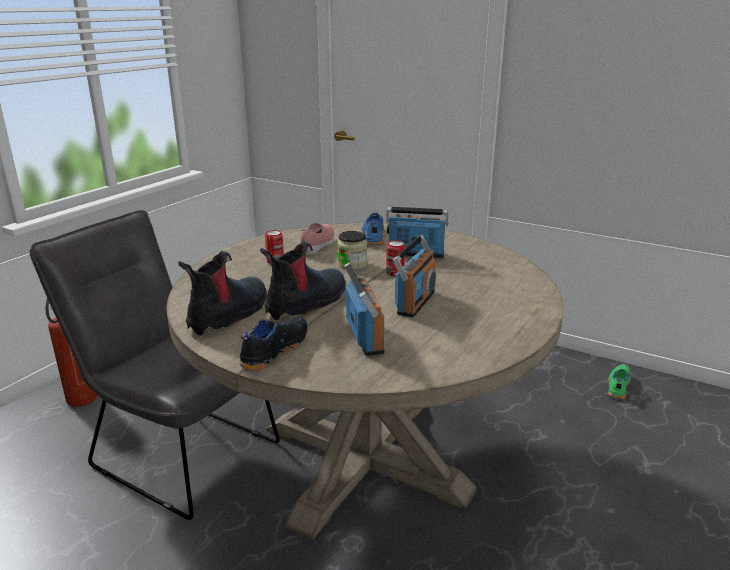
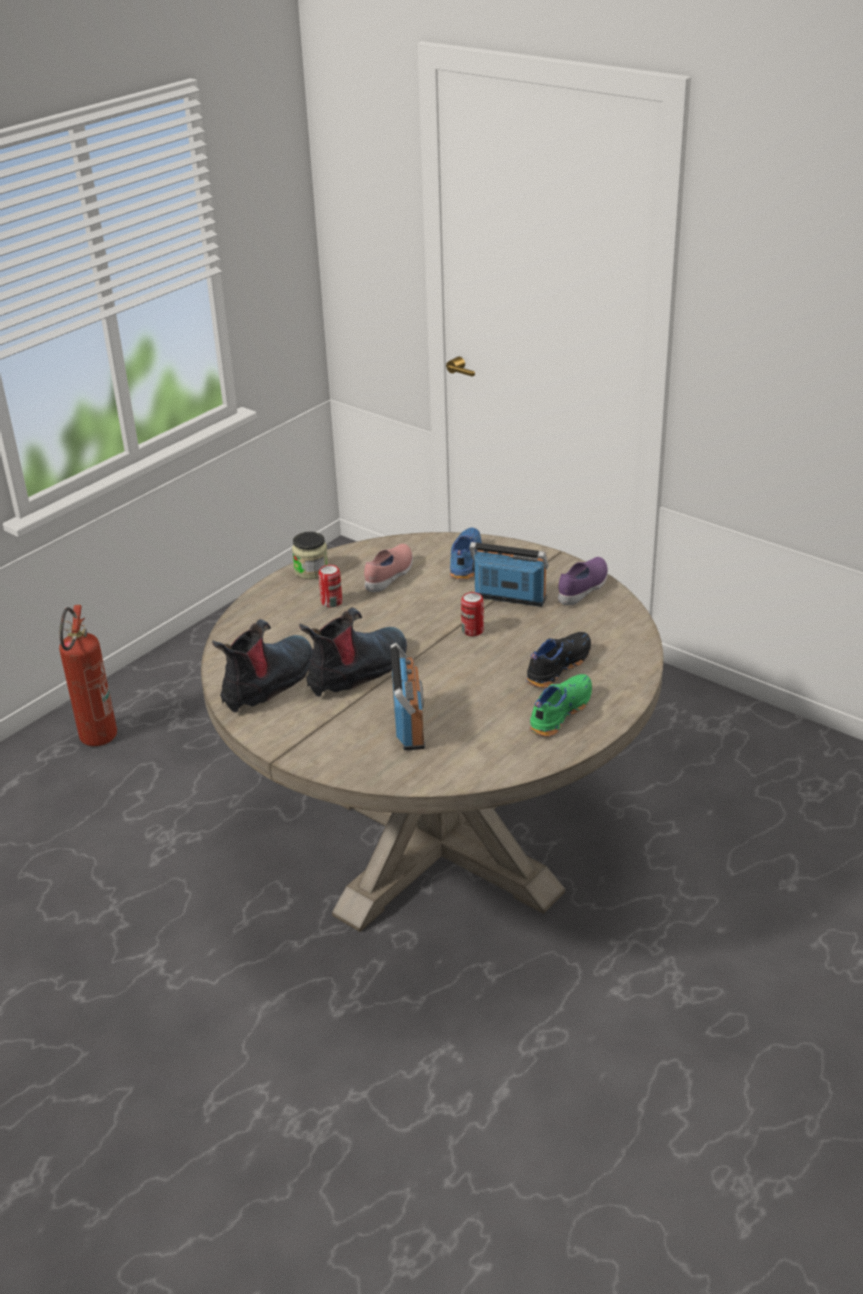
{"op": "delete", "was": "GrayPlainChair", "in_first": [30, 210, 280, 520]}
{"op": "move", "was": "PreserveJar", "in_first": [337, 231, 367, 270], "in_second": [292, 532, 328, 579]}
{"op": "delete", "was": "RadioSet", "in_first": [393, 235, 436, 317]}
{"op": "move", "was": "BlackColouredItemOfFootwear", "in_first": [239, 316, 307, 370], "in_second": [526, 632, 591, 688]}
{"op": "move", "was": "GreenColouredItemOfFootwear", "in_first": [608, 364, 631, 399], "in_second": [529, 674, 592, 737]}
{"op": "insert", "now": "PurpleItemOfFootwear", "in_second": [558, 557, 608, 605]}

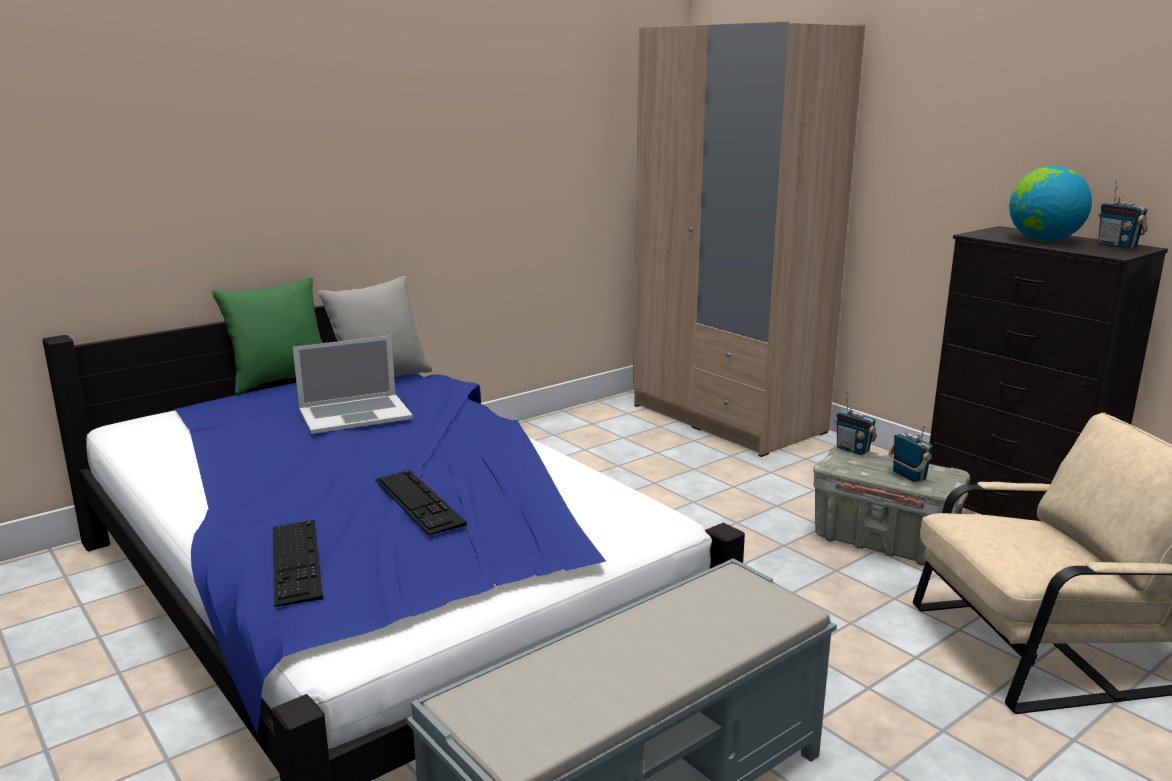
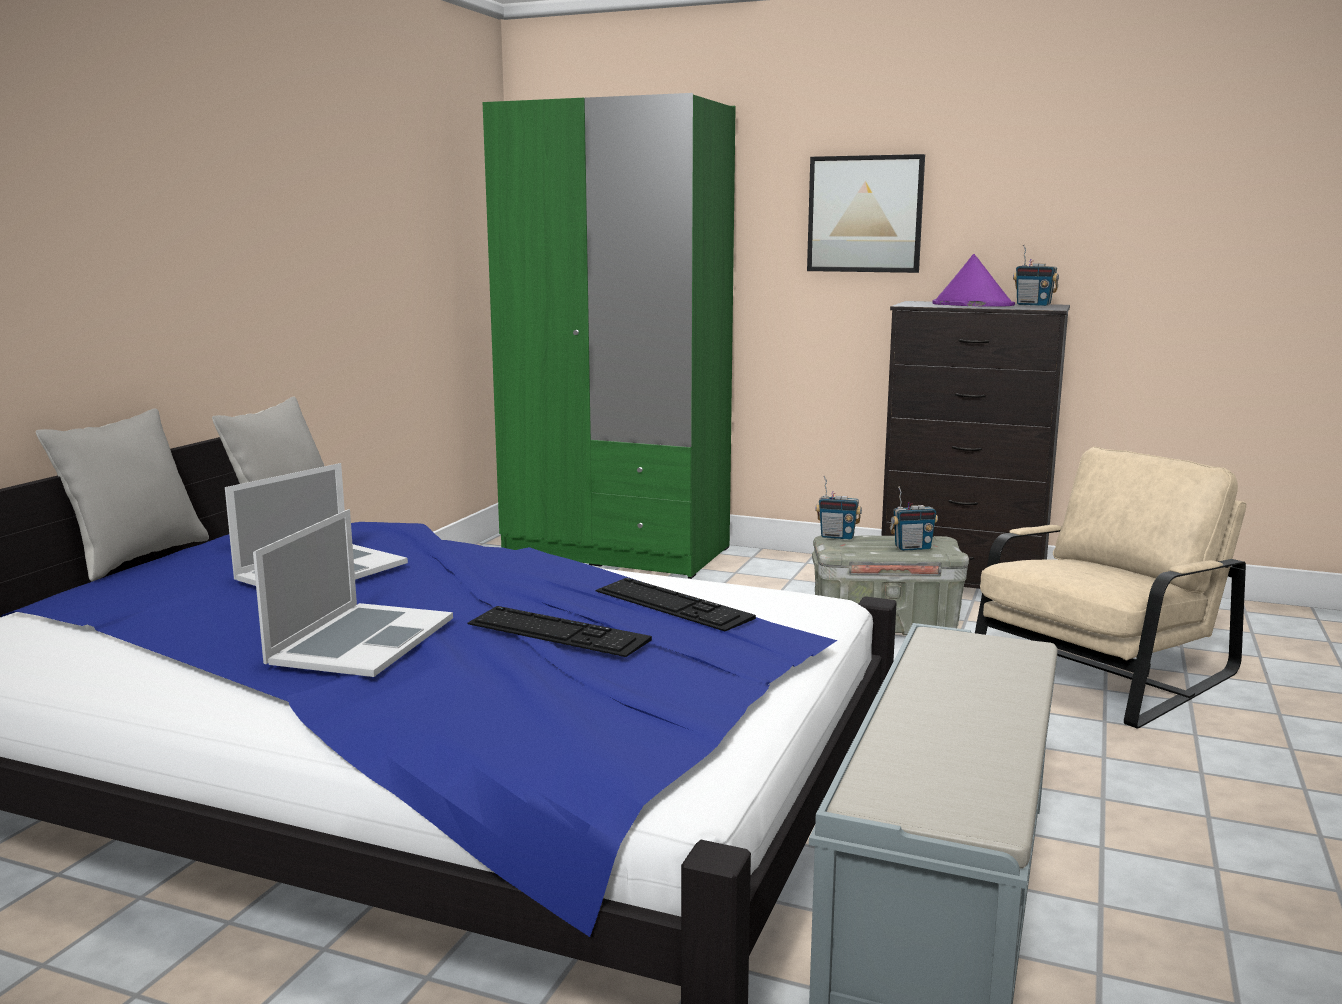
{"op": "recolor", "was": "BeigeColouredWardrobe", "now": "GreenColouredWardrobe", "in_first": [633, 22, 866, 457], "in_second": [483, 93, 736, 579]}
{"op": "replace", "was": "DeskGlobe", "now": "PurpleWearableHat", "in_first": [1009, 166, 1092, 242], "in_second": [932, 254, 1015, 307]}
{"op": "recolor", "was": "GreenColouredThrowPillow", "now": "GrayThrowPillow", "in_first": [212, 277, 323, 395], "in_second": [36, 409, 209, 581]}
{"op": "rotate", "was": "RadioSet", "in_first": [888, 425, 933, 482], "in_second": [890, 486, 938, 551], "clockwise": 135}
{"op": "move", "was": "PcKeyboard", "in_first": [273, 520, 323, 607], "in_second": [596, 578, 756, 631]}
{"op": "insert", "now": "Picture", "in_second": [807, 154, 925, 273]}
{"op": "insert", "now": "Laptop", "in_second": [253, 509, 453, 677]}

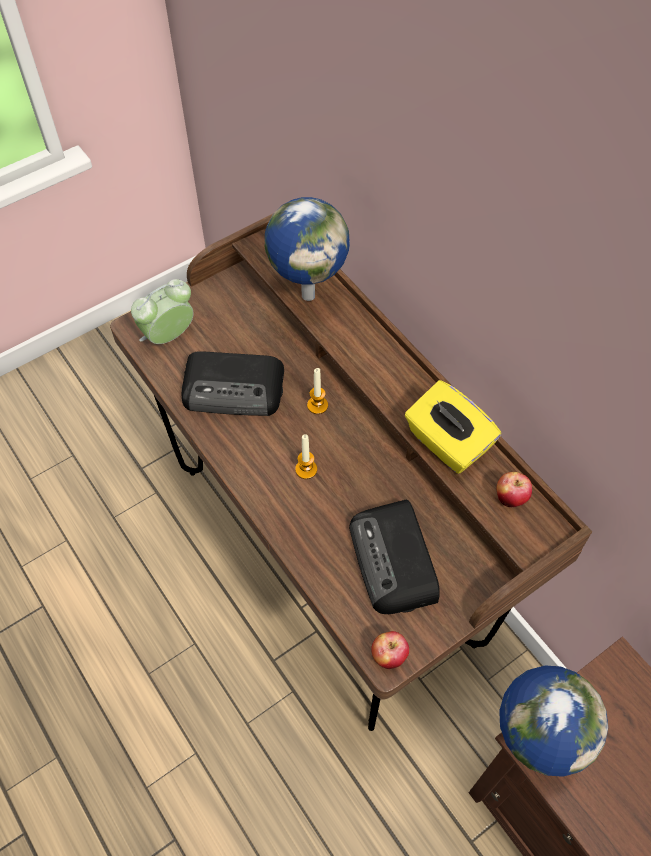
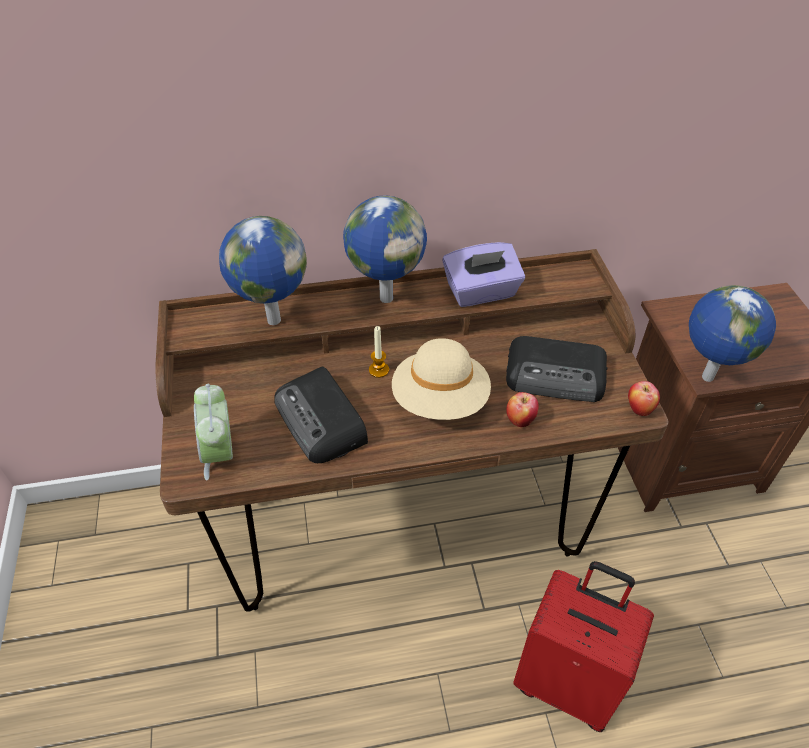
{"op": "rotate", "was": "RadioSet", "in_first": [182, 351, 284, 416], "in_second": [274, 366, 368, 463], "clockwise": 120}
{"op": "recolor", "was": "YellowColouredBoxOfTissues", "now": "PurpleBoxOfTissues", "in_first": [404, 380, 501, 474], "in_second": [442, 242, 525, 307]}
{"op": "replace", "was": "Candle", "now": "BeigeColouredWearableHat", "in_first": [295, 434, 317, 479], "in_second": [392, 338, 491, 420]}
{"op": "move", "was": "WholeApple", "in_first": [497, 472, 532, 507], "in_second": [506, 392, 539, 427]}
{"op": "insert", "now": "DeskGlobe", "in_second": [343, 195, 427, 303]}
{"op": "insert", "now": "RedSuitcase", "in_second": [513, 561, 654, 732]}

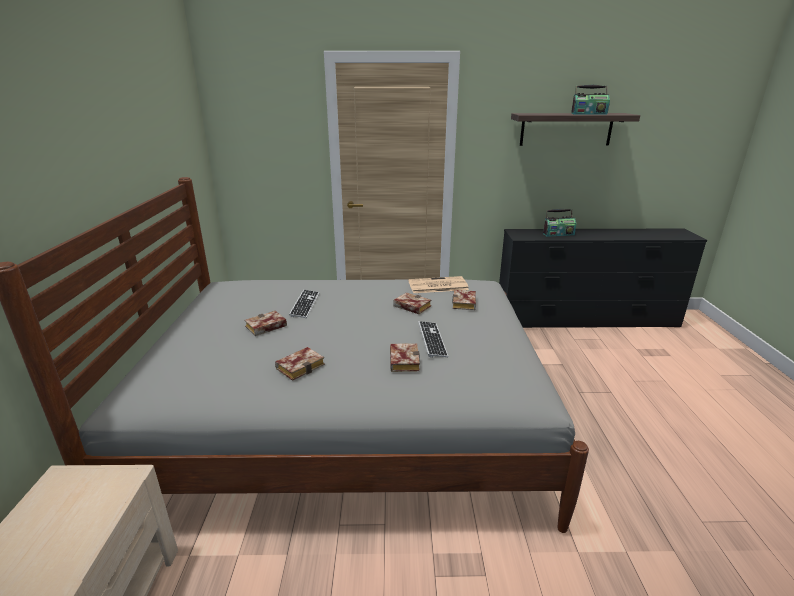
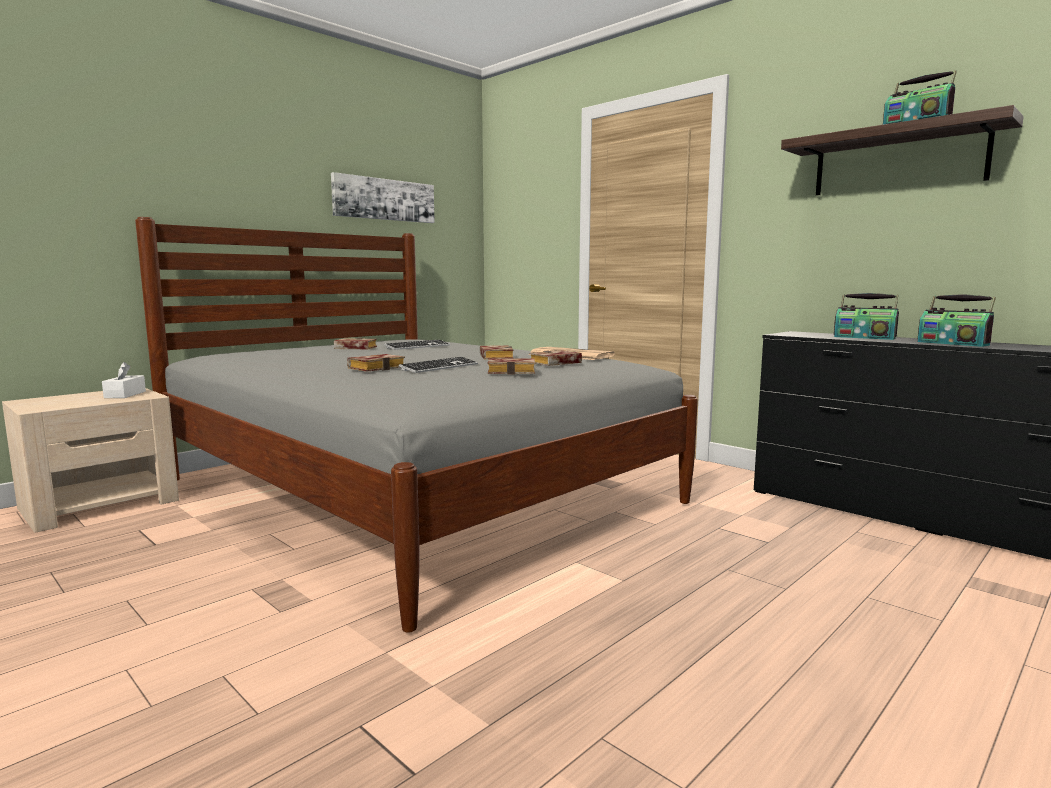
{"op": "move", "was": "Volume", "in_first": [275, 347, 325, 381], "in_second": [488, 358, 535, 375]}
{"op": "insert", "now": "Picture", "in_second": [331, 172, 435, 223]}
{"op": "insert", "now": "RadioSet", "in_second": [918, 294, 996, 347]}
{"op": "insert", "now": "WhiteBoxOfTissues", "in_second": [102, 362, 146, 398]}

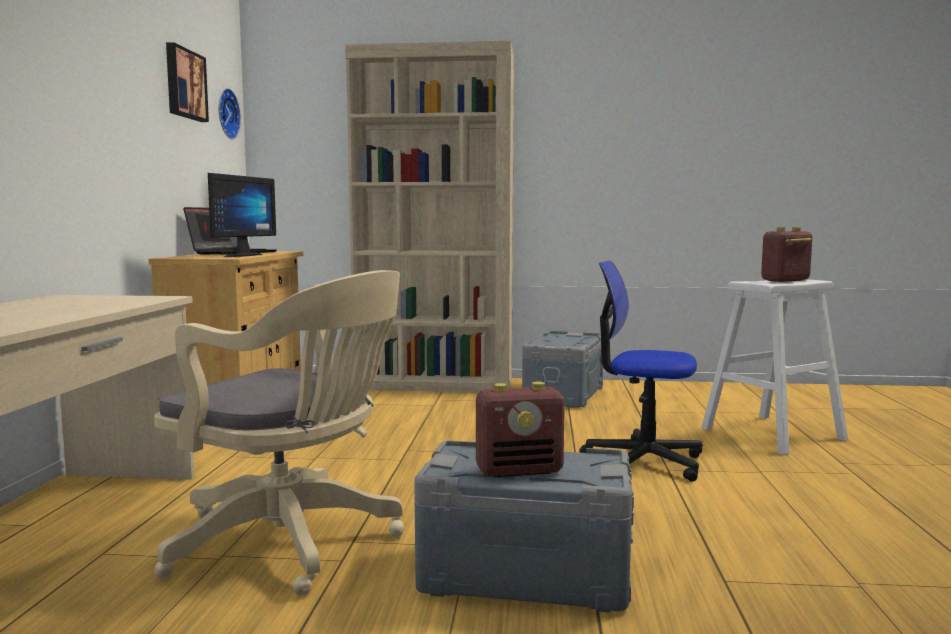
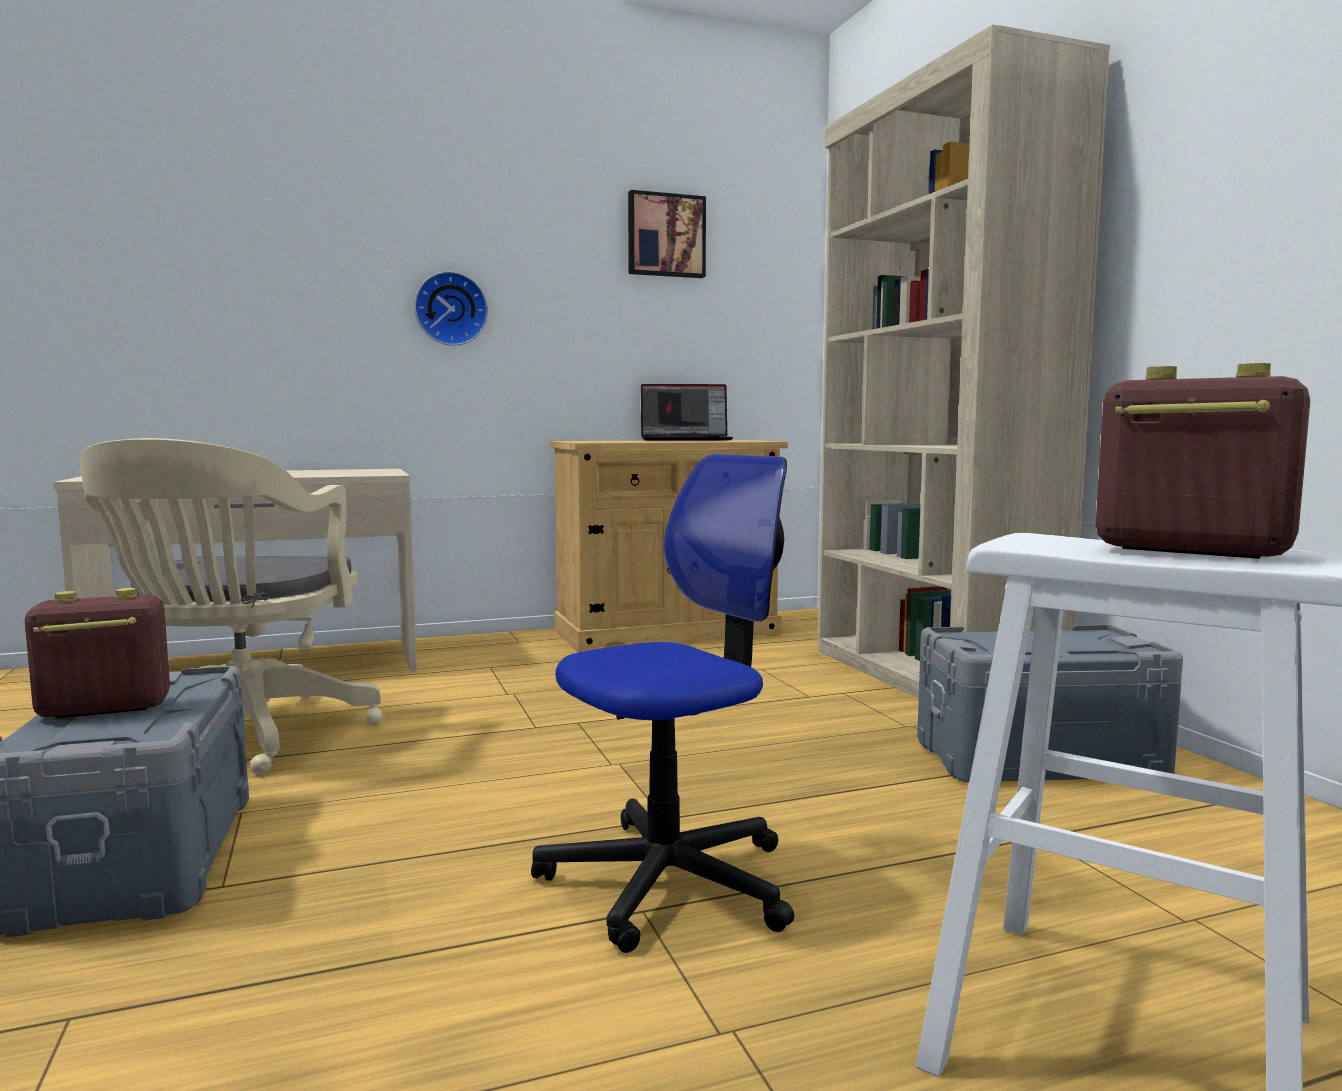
{"op": "move", "was": "ClockOnTheWall", "in_first": [219, 88, 241, 139], "in_second": [414, 271, 488, 346]}
{"op": "delete", "was": "ComputerScreen", "in_first": [208, 173, 276, 257]}
{"op": "rotate", "was": "ComputerChair", "in_first": [579, 260, 703, 482], "in_second": [531, 454, 794, 953], "clockwise": 60}
{"op": "rotate", "was": "RadioSet", "in_first": [476, 382, 565, 477], "in_second": [25, 588, 170, 719], "clockwise": 105}

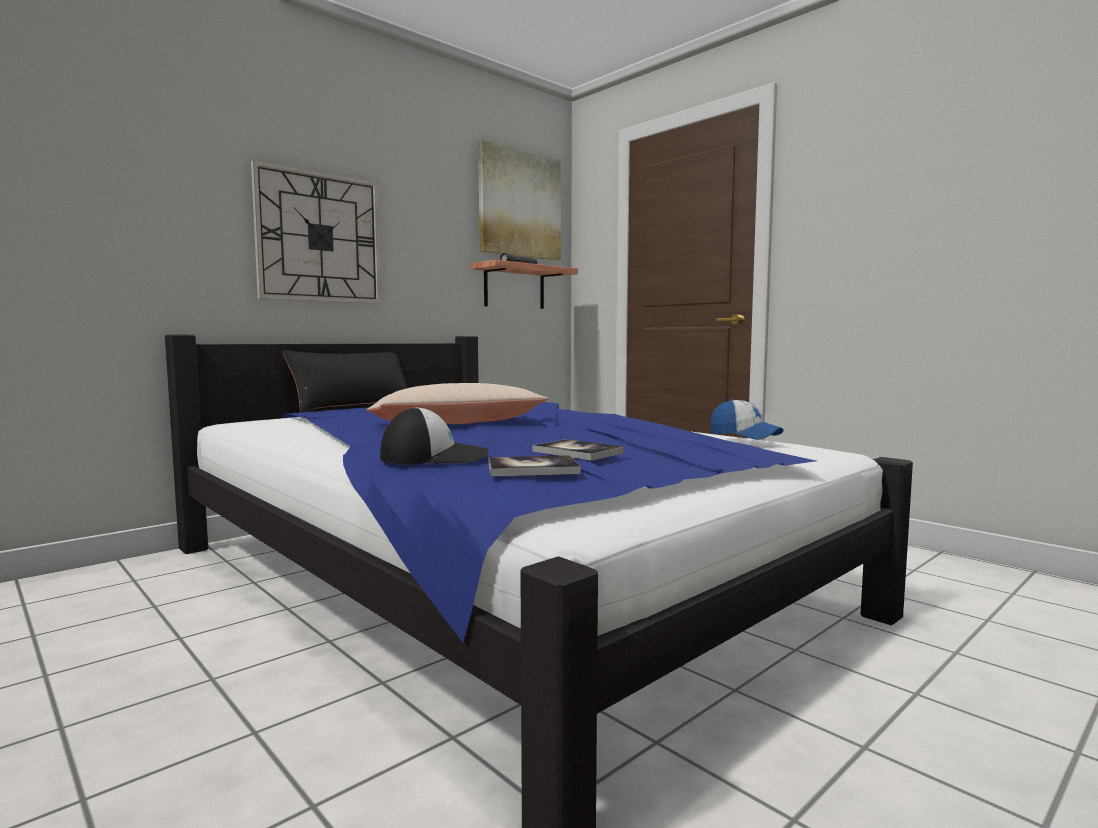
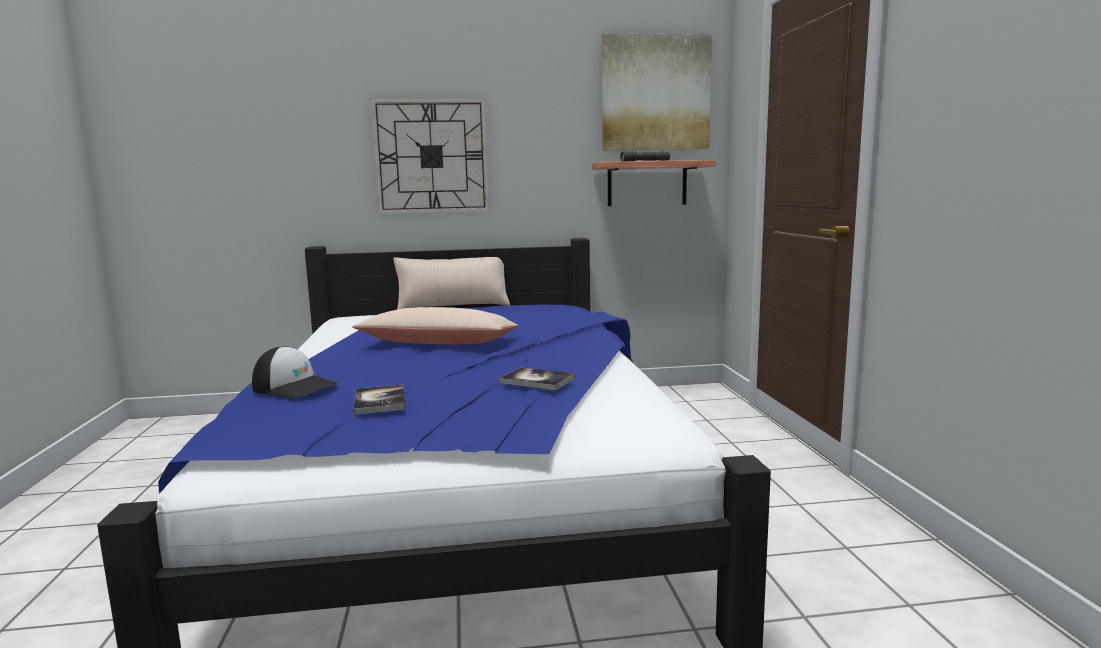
{"op": "recolor", "was": "BlackColouredThrowPillow", "now": "BeigeColouredThrowPillow", "in_first": [282, 350, 407, 413], "in_second": [393, 257, 510, 310]}
{"op": "delete", "was": "BaseballCap", "in_first": [710, 399, 783, 440]}
{"op": "move", "was": "Volume", "in_first": [488, 455, 581, 477], "in_second": [499, 367, 575, 391]}

